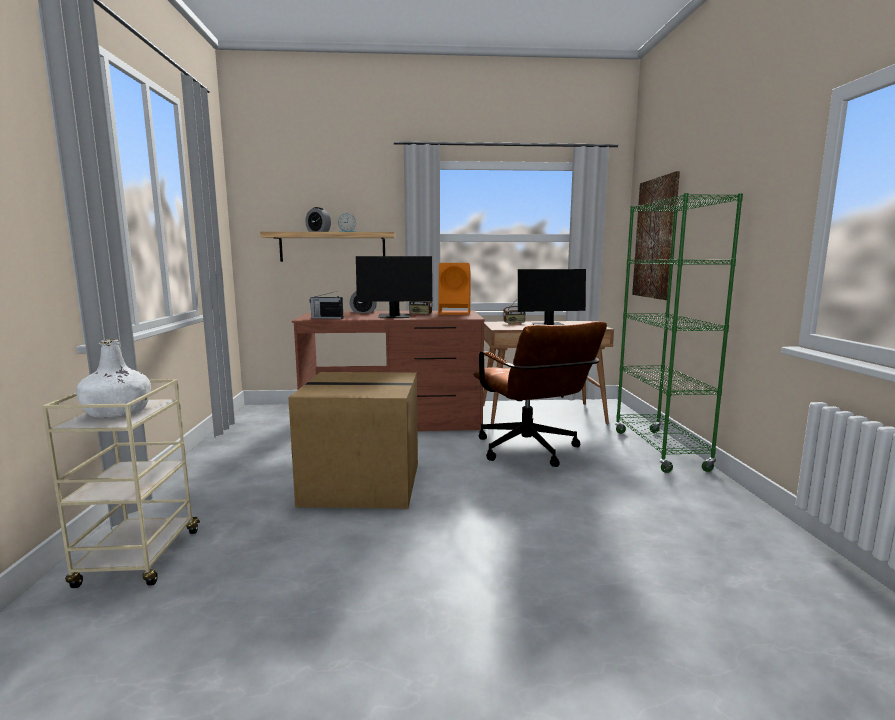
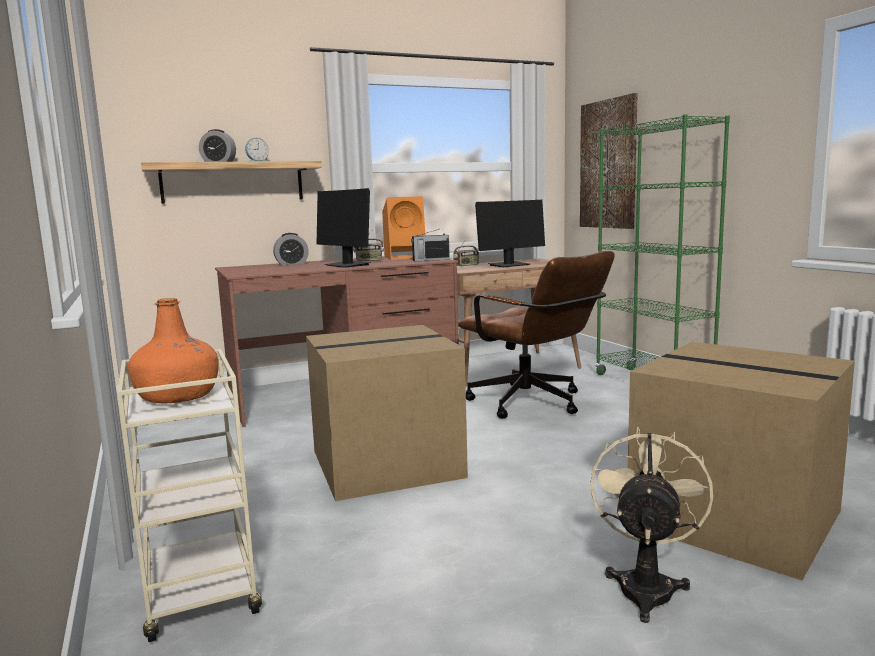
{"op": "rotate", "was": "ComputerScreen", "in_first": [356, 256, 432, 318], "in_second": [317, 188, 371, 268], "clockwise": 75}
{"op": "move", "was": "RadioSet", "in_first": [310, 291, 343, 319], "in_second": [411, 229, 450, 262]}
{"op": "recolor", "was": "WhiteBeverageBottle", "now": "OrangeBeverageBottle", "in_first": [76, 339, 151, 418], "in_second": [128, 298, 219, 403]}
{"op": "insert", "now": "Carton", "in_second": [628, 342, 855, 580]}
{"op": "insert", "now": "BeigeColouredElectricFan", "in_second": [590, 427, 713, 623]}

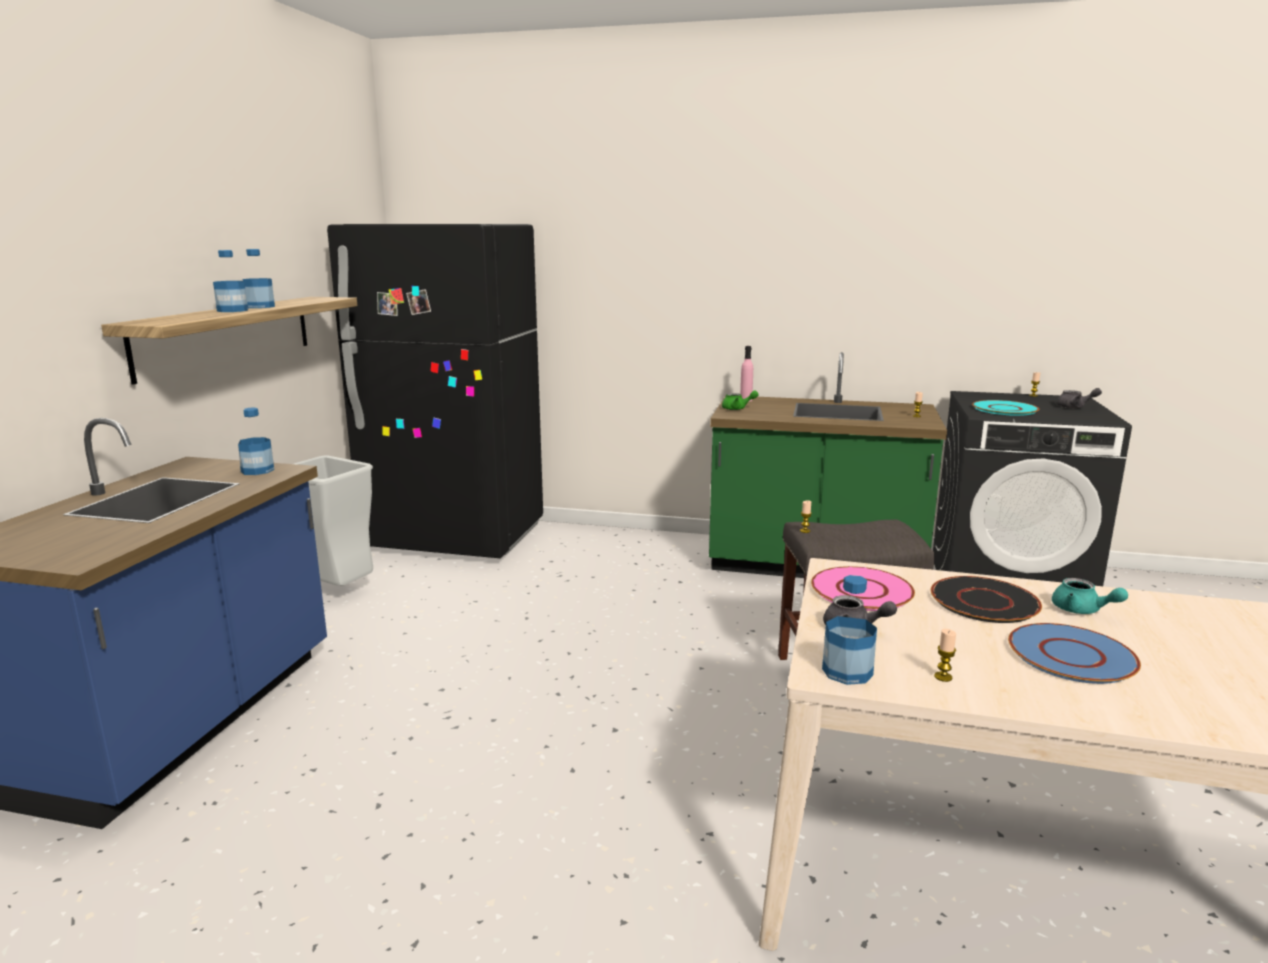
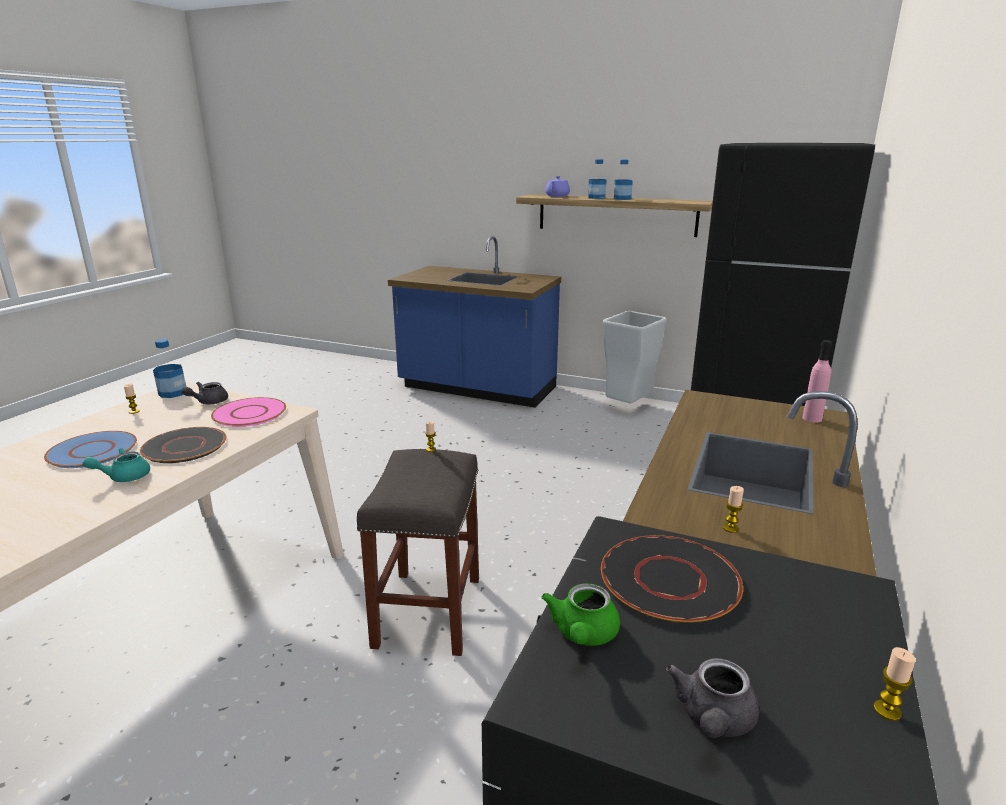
{"op": "move", "was": "GreenColouredTeapot", "in_first": [722, 391, 759, 410], "in_second": [541, 583, 620, 646]}
{"op": "recolor", "was": "BlueGreenFlatDish", "now": "BlackColouredFlatDish", "in_first": [972, 400, 1039, 416], "in_second": [601, 535, 743, 623]}
{"op": "delete", "was": "BeverageBottle", "in_first": [238, 408, 274, 475]}
{"op": "insert", "now": "PurpleTeapot", "in_second": [545, 176, 570, 197]}

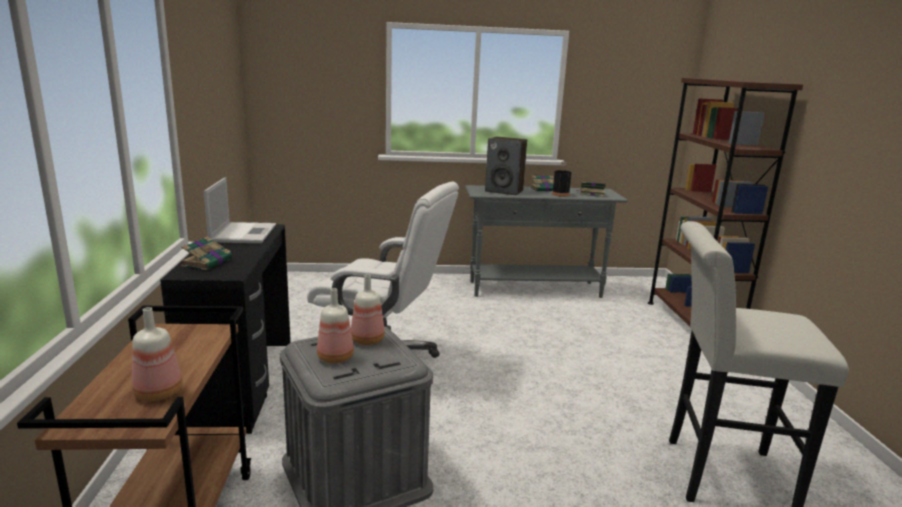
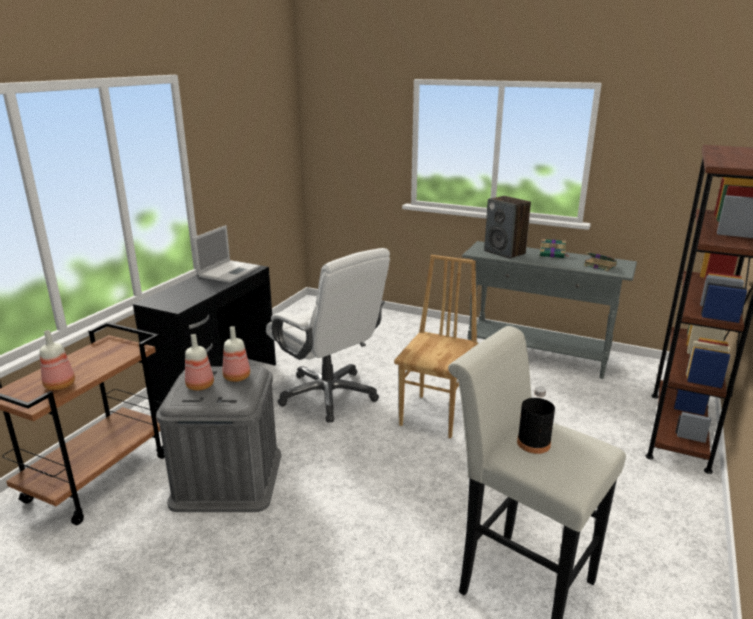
{"op": "move", "was": "BlackColouredBeverageBottle", "in_first": [552, 161, 572, 197], "in_second": [517, 387, 555, 454]}
{"op": "delete", "was": "Volume", "in_first": [181, 236, 232, 270]}
{"op": "insert", "now": "BrownColouredPlainChair", "in_second": [394, 255, 478, 438]}

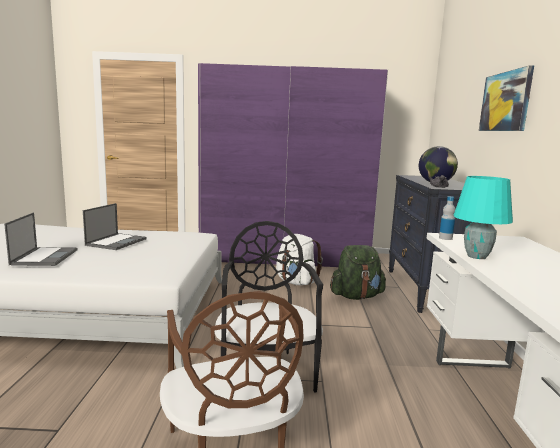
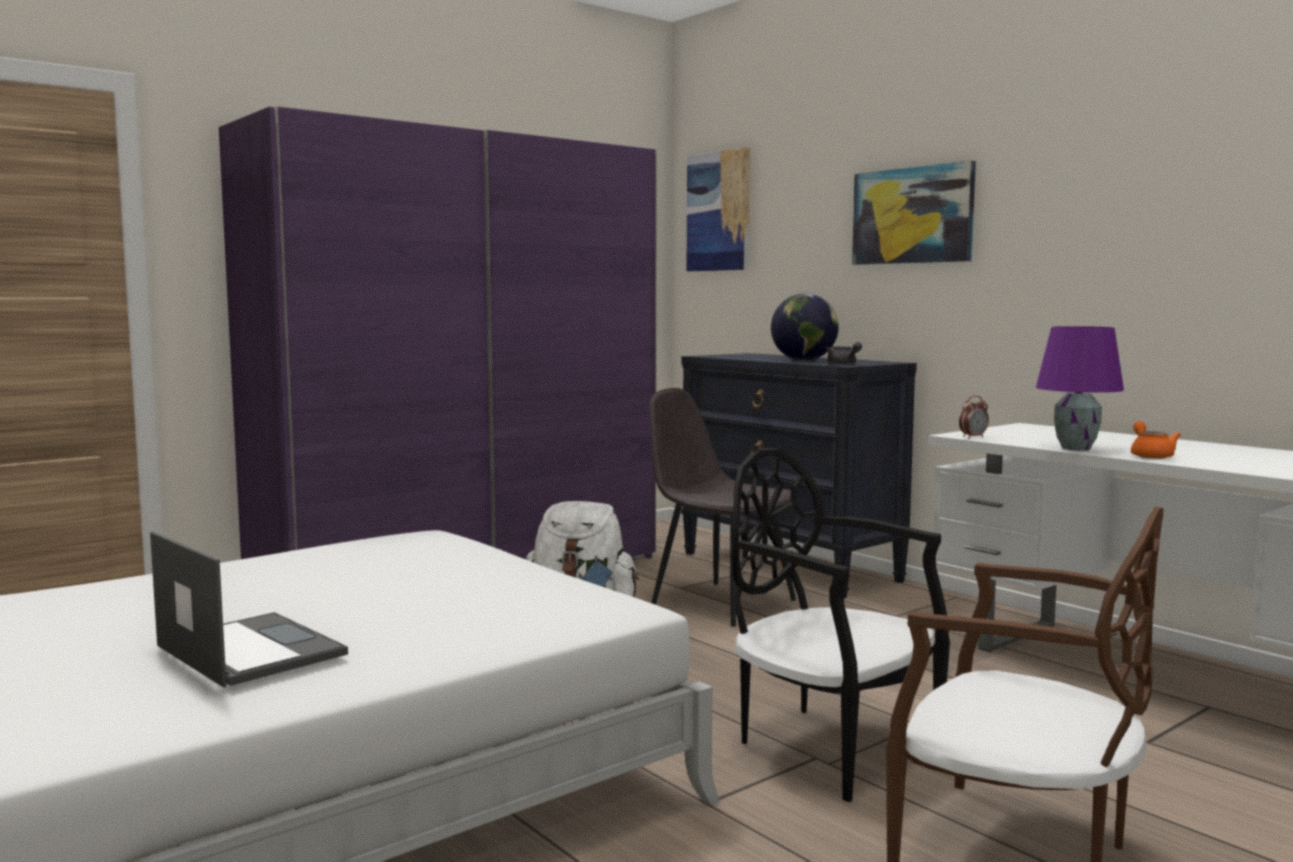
{"op": "recolor", "was": "BlueGreenLampForATable", "now": "PurpleLampForATable", "in_first": [453, 176, 513, 259], "in_second": [1036, 326, 1124, 451]}
{"op": "replace", "was": "BeverageBottle", "now": "TableClock", "in_first": [439, 196, 455, 240], "in_second": [959, 396, 989, 438]}
{"op": "delete", "was": "Laptop", "in_first": [83, 203, 147, 250]}
{"op": "replace", "was": "GreenColouredRucksack", "now": "GrayPlainChair", "in_first": [330, 245, 386, 300], "in_second": [649, 388, 796, 627]}
{"op": "insert", "now": "Picture", "in_second": [687, 147, 750, 271]}
{"op": "insert", "now": "OrangeTeapot", "in_second": [1131, 421, 1181, 459]}

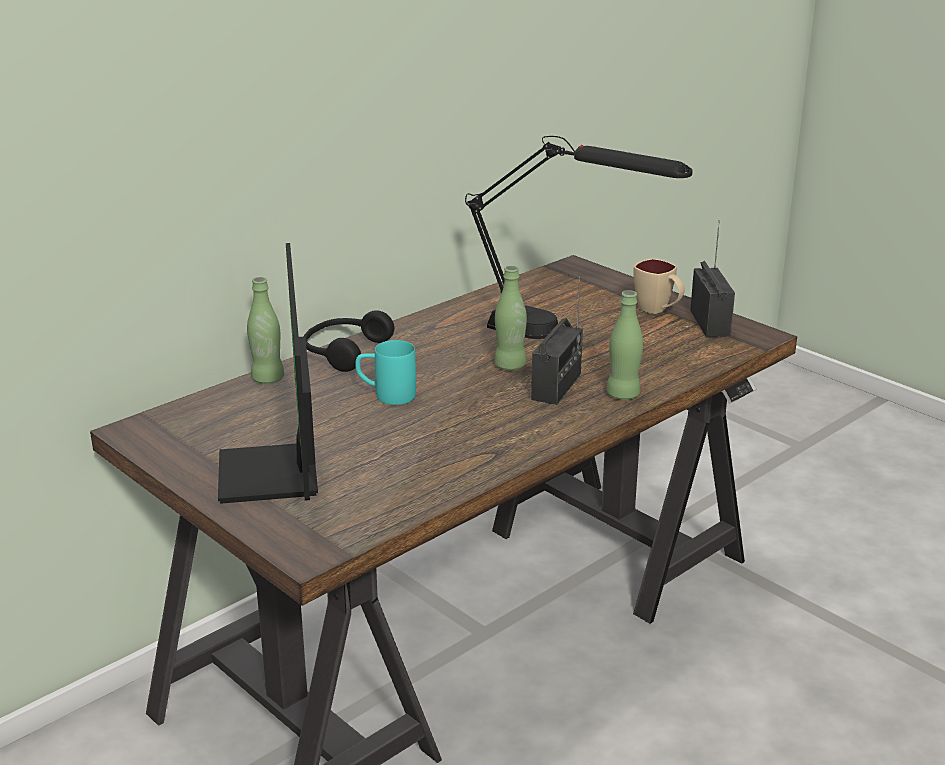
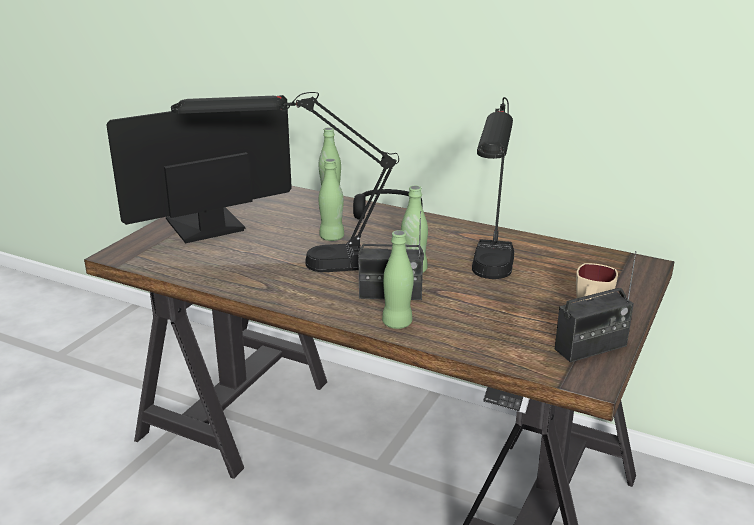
{"op": "replace", "was": "BlueGreenMug", "now": "GreenColouredBeverageBottle", "in_first": [355, 340, 416, 405], "in_second": [319, 158, 344, 241]}
{"op": "insert", "now": "BlackColouredLampForATable", "in_second": [171, 92, 399, 272]}

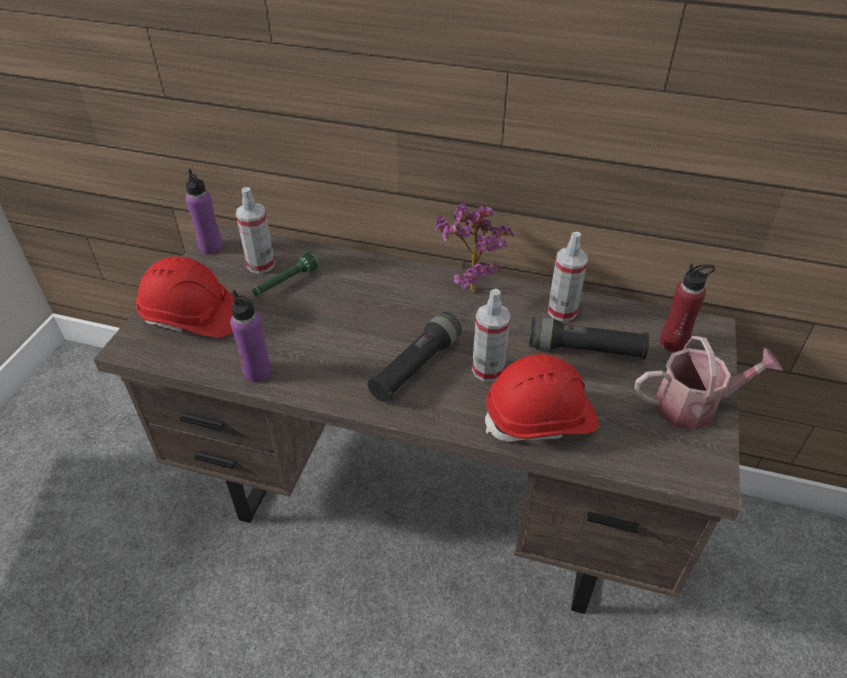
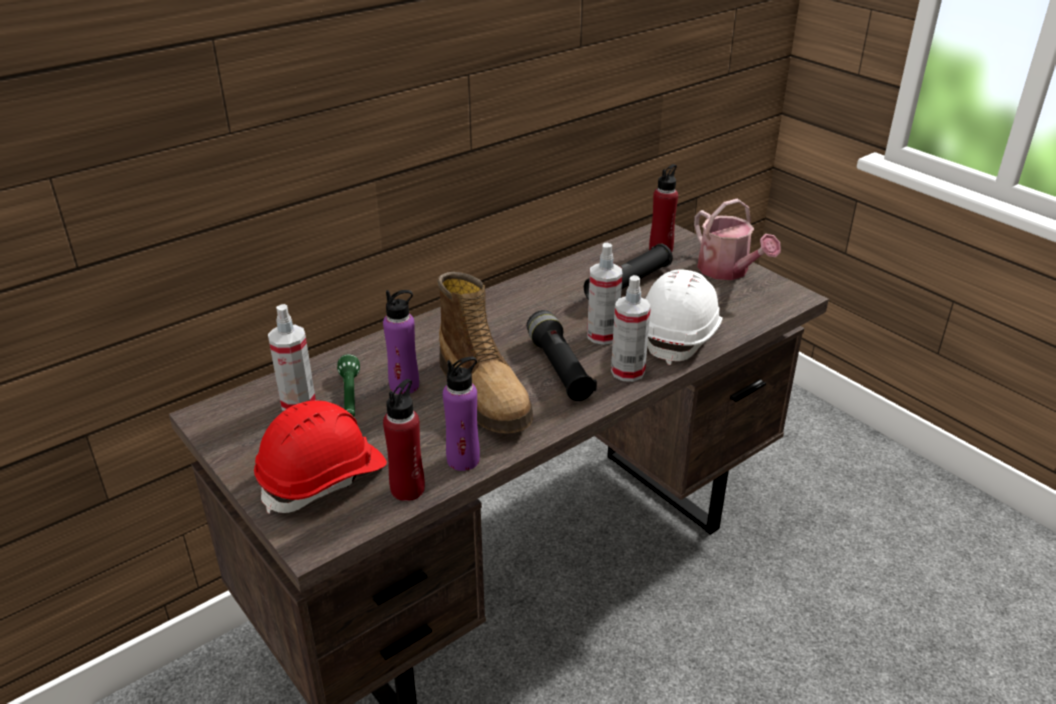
{"op": "move", "was": "PurpleBeverageBottle", "in_first": [186, 169, 223, 255], "in_second": [383, 290, 419, 394]}
{"op": "delete", "was": "PlantInAPot", "in_first": [435, 202, 514, 293]}
{"op": "move", "was": "Sprayer", "in_first": [548, 232, 588, 322], "in_second": [611, 275, 651, 382]}
{"op": "rotate", "was": "SprinklingCan", "in_first": [634, 336, 783, 431], "in_second": [694, 199, 781, 280], "clockwise": 120}
{"op": "recolor", "was": "RedWorkHelmet", "now": "WhiteWorkHelmet", "in_first": [485, 354, 598, 442], "in_second": [645, 269, 723, 365]}
{"op": "insert", "now": "TallBoot", "in_second": [437, 272, 533, 433]}
{"op": "insert", "now": "RedBeverageBottle", "in_second": [383, 379, 425, 501]}

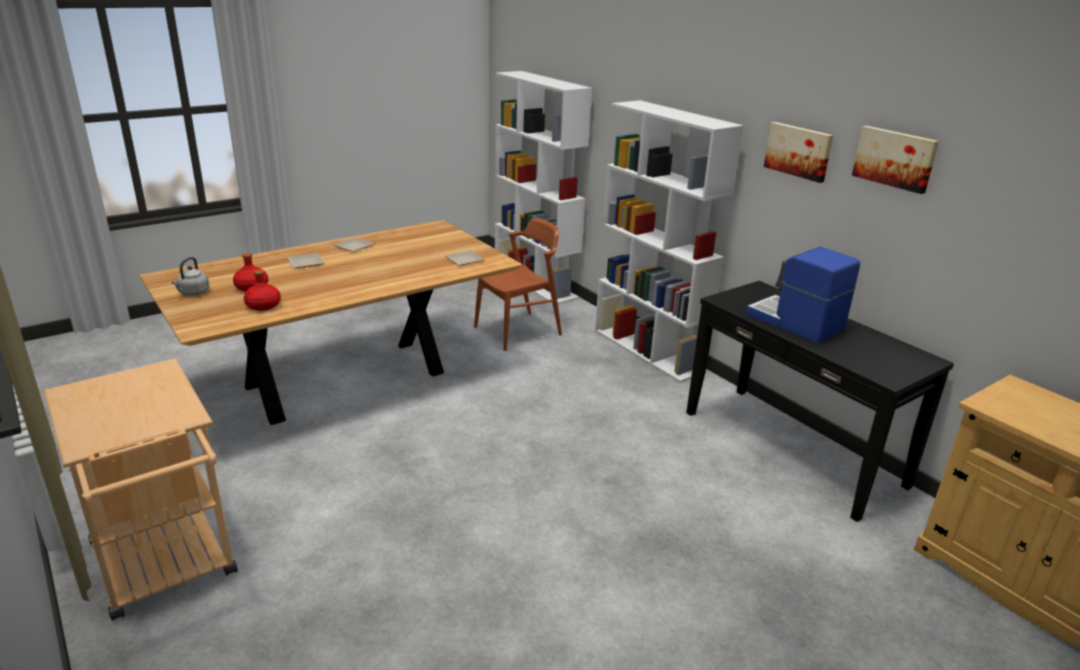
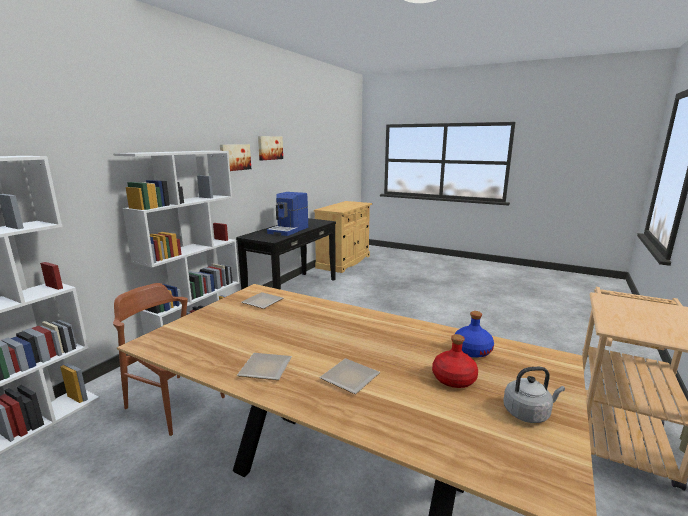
{"op": "recolor", "was": "RedBeverageBottle", "now": "BluishBeverageBottle", "in_first": [244, 270, 281, 311], "in_second": [455, 311, 494, 358]}

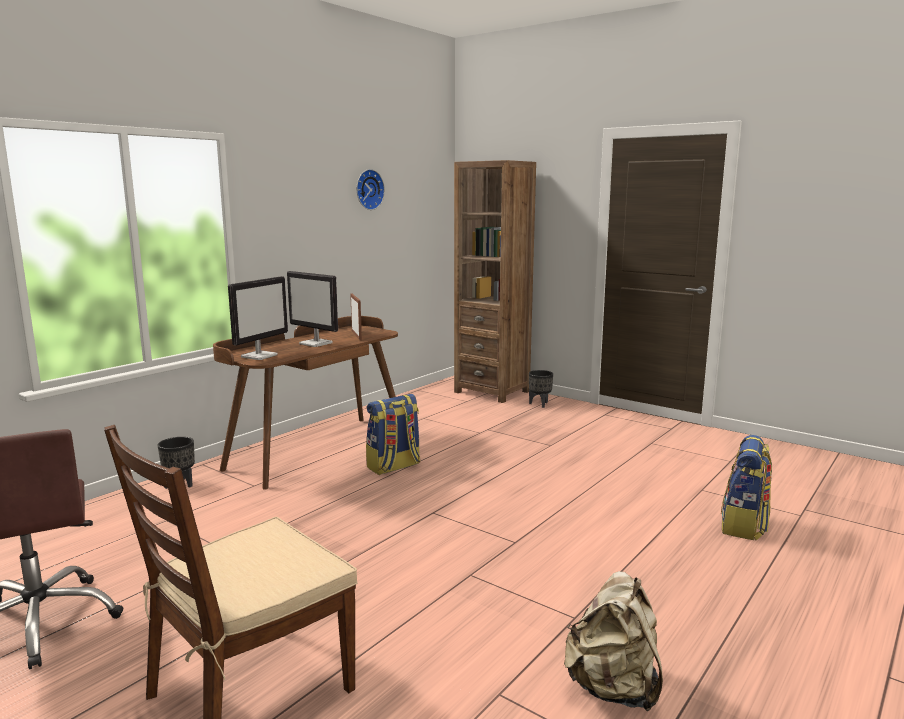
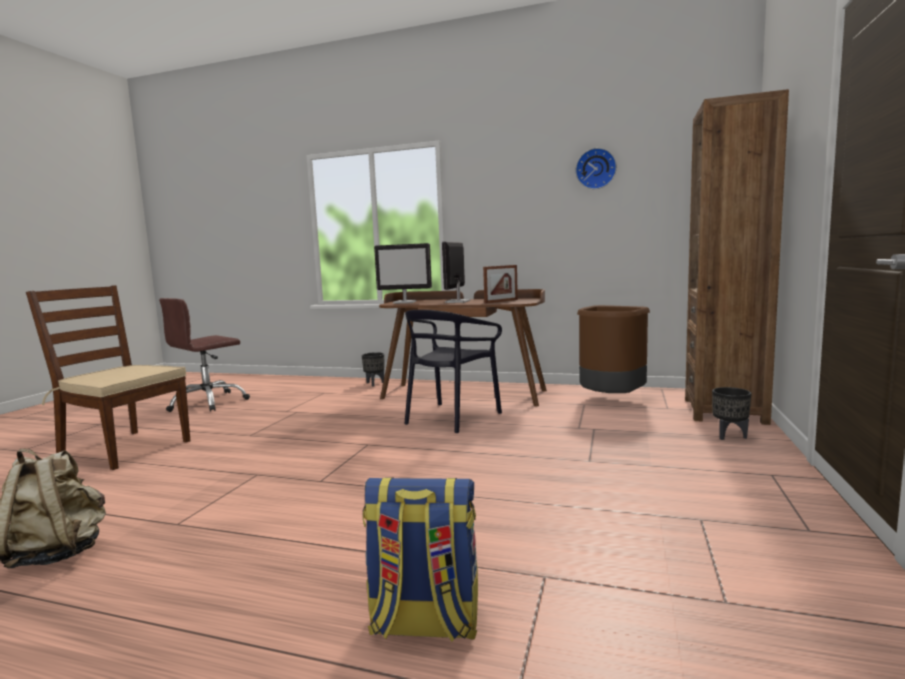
{"op": "replace", "was": "Rucksack", "now": "BlackColouredPlainChair", "in_first": [366, 394, 420, 475], "in_second": [404, 310, 502, 433]}
{"op": "insert", "now": "BrownColouredWasteBin", "in_second": [577, 305, 650, 393]}

